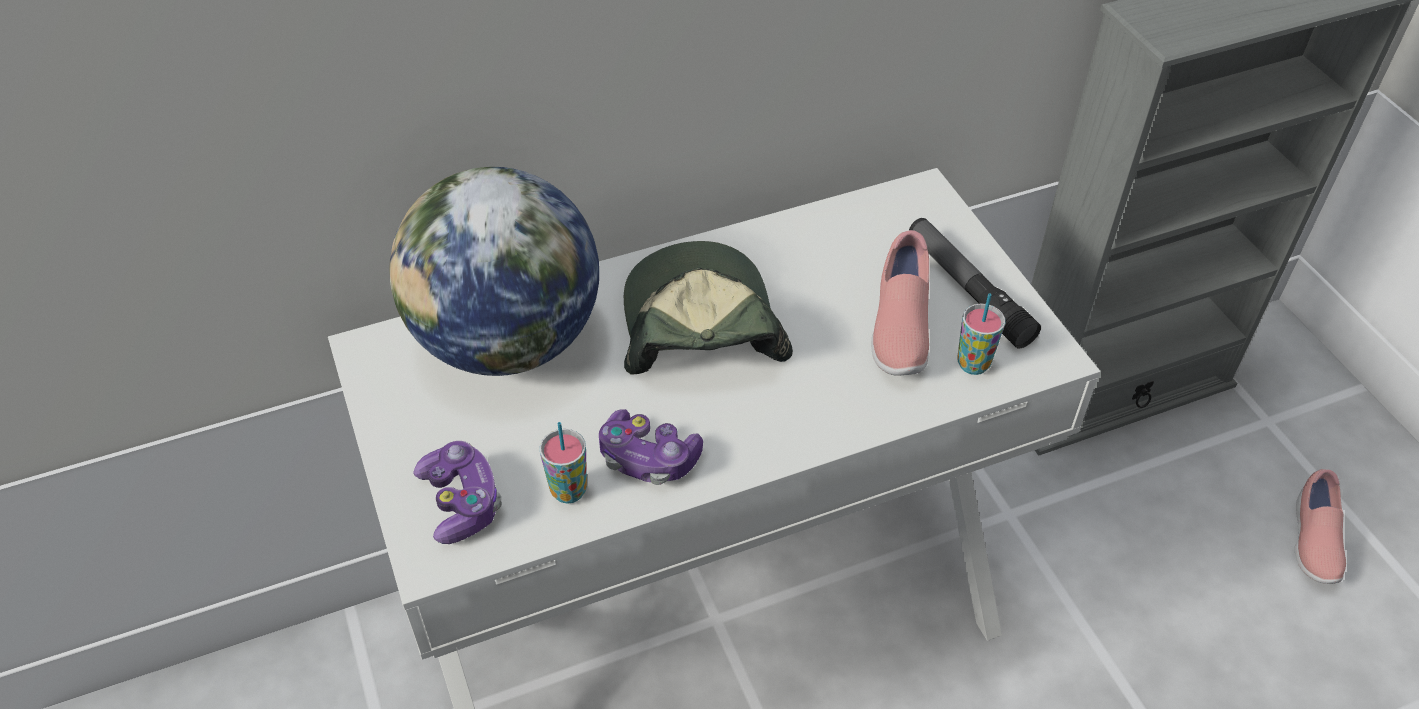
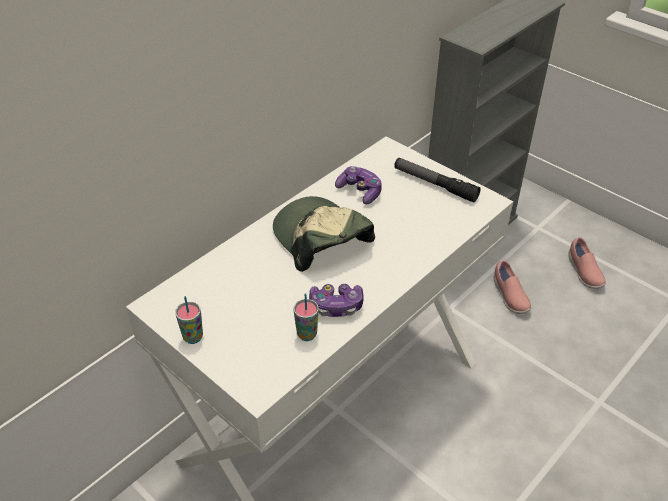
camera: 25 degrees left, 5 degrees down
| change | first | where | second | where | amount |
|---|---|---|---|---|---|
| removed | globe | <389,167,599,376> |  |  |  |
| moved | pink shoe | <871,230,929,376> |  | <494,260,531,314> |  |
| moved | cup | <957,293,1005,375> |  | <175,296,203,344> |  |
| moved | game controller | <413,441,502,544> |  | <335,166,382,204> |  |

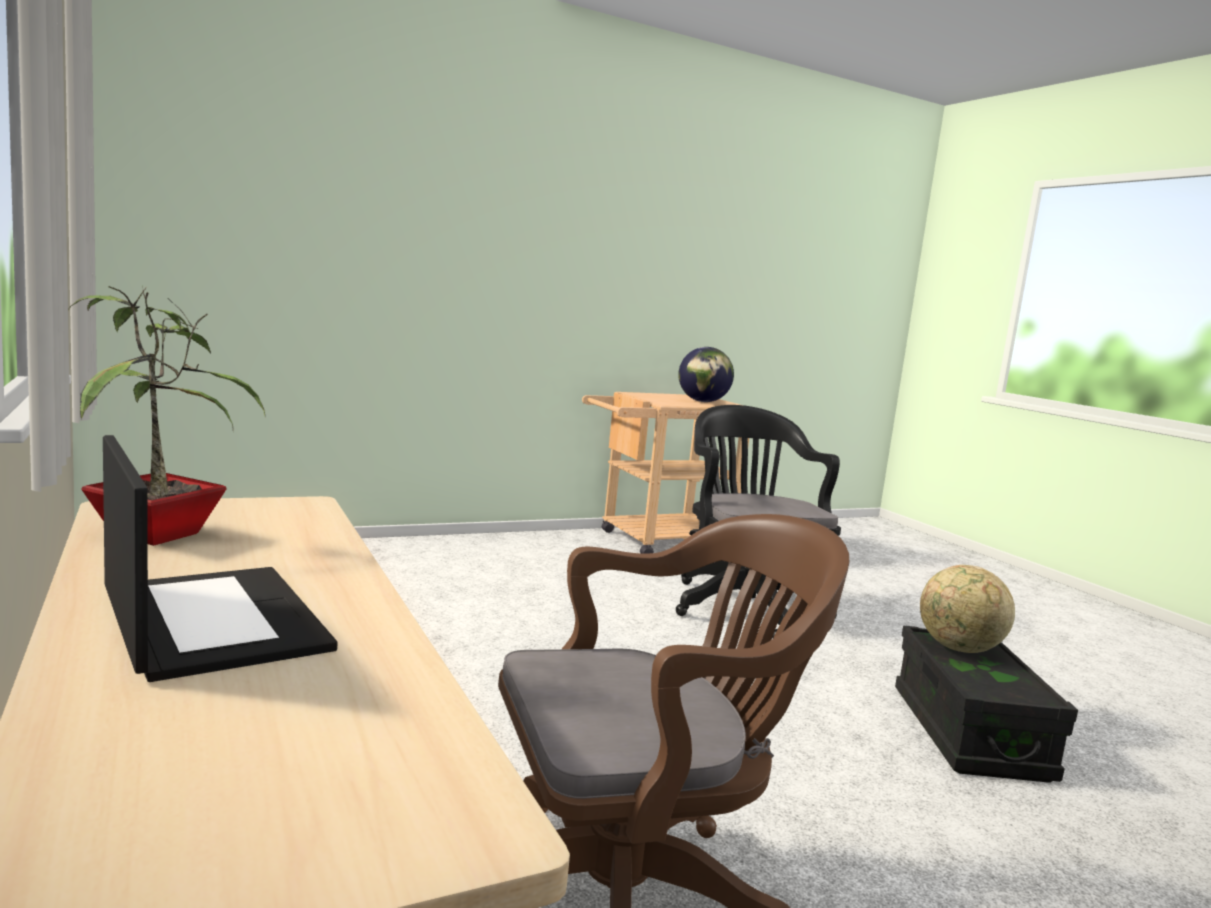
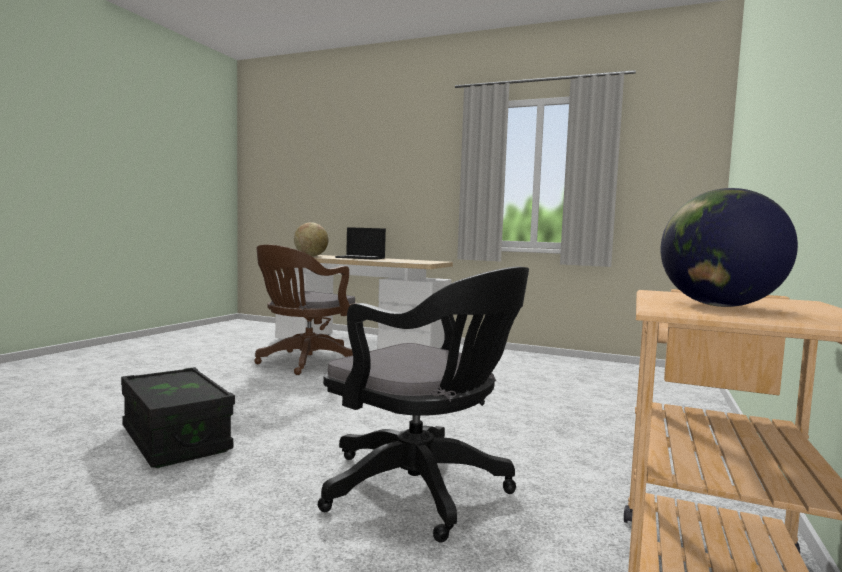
camera: 140 degrees right, 5 degrees down
| change | first | where | second | where | amount |
|---|---|---|---|---|---|
| removed | potted plant | <68,286,265,546> |  |  |  |
| moved | globe | <920,565,1015,653> |  | <294,222,328,257> |  |

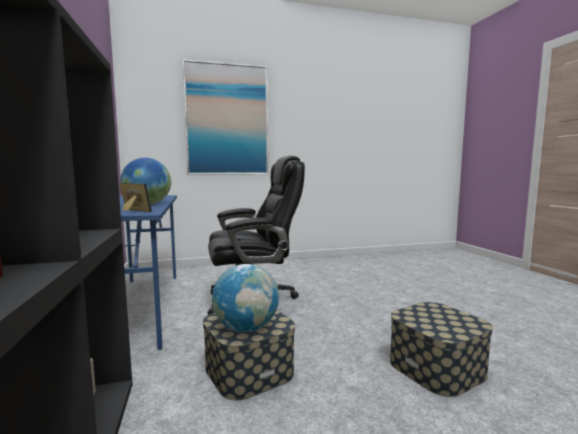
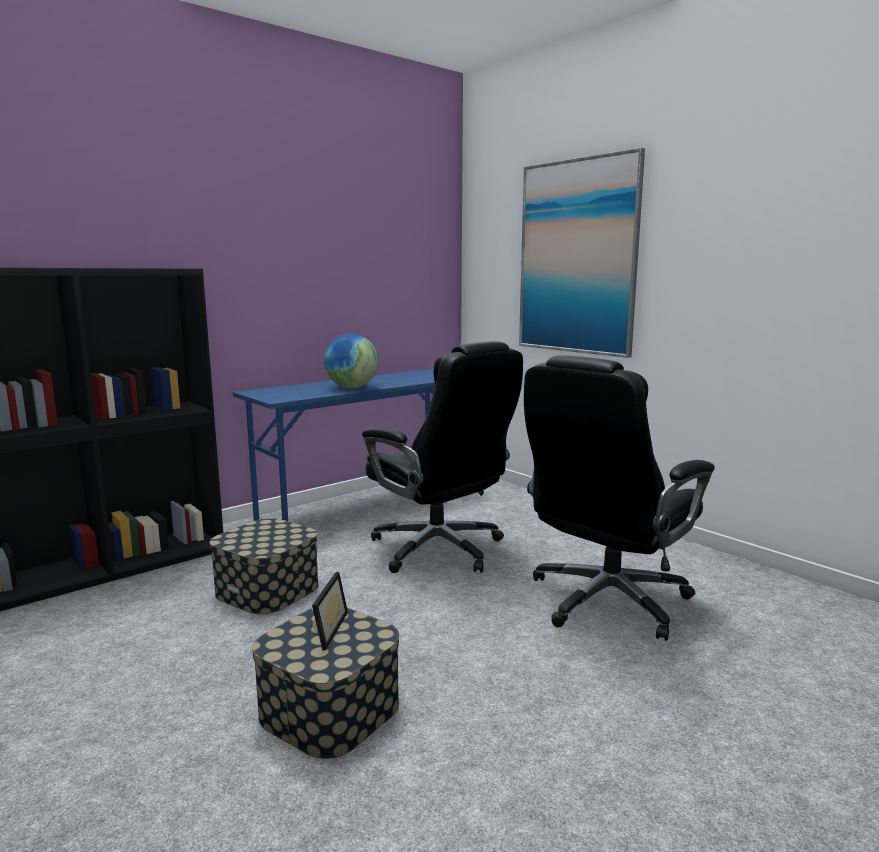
camera: 65 degrees right, 5 degrees up
| change | first | where | second | where | amount |
|---|---|---|---|---|---|
| moved | picture frame | <119,183,152,212> |  | <312,572,348,650> |  |
| removed | globe | <212,264,279,332> |  |  |  |
| added |  |  | black office chair | <524,355,715,641> |  |

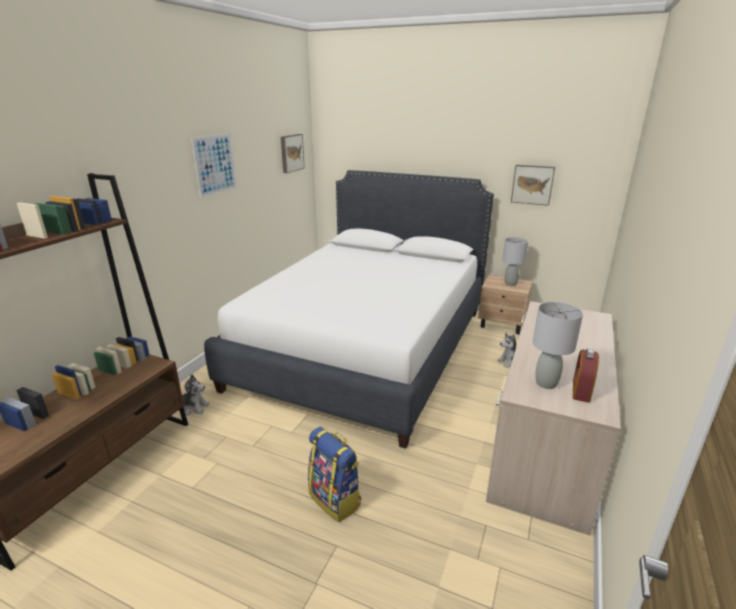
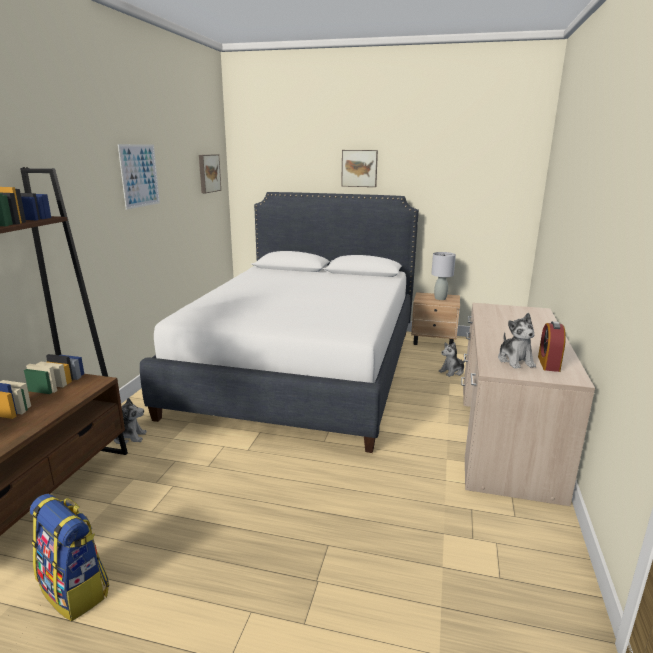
camera: 10 degrees left, 5 degrees down
| change | first | where | second | where | amount |
|---|---|---|---|---|---|
| moved | picture | <511,165,555,206> |  | <341,150,378,187> |  |
| replaced | grey table lamp | <533,302,583,389> | plush toy | <498,313,536,369> |  |
| moved | backpack | <308,427,361,522> |  | <30,493,109,621> |  |

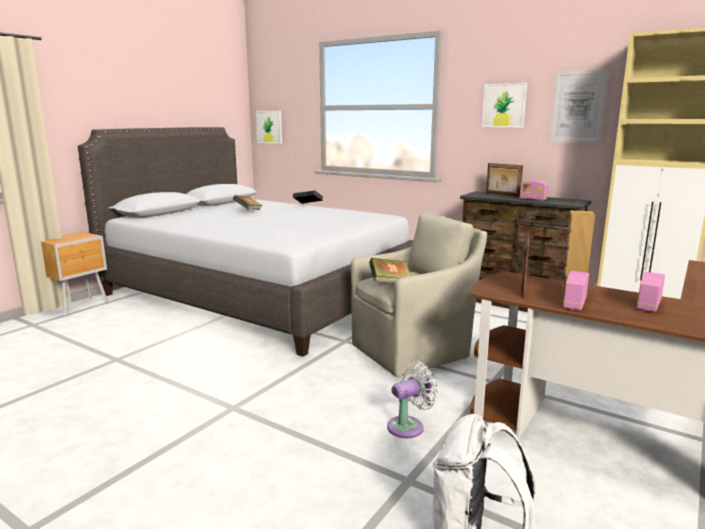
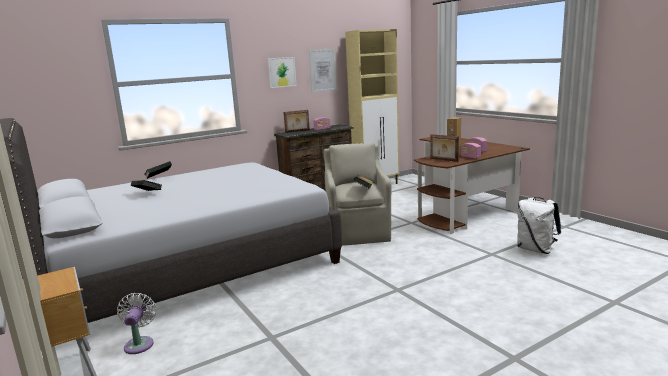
camera: 65 degrees left, 0 degrees up
| change | first | where | second | where | amount |
|---|---|---|---|---|---|
| removed | picture | <256,111,282,144> |  |  |  |
| moved | white fan | <387,361,438,438> |  | <117,293,156,354> |  |

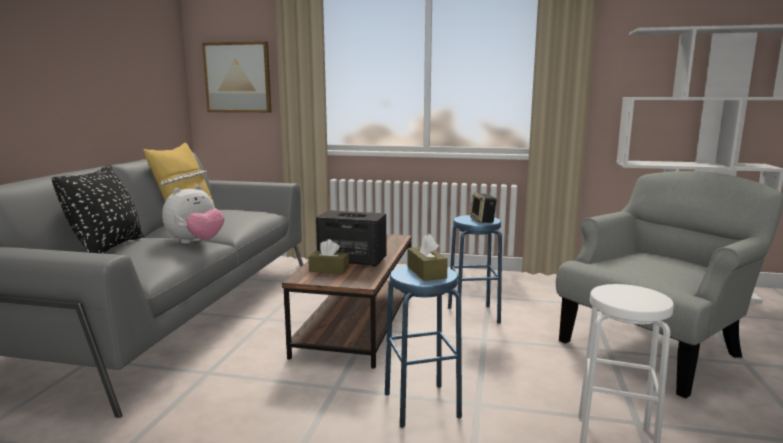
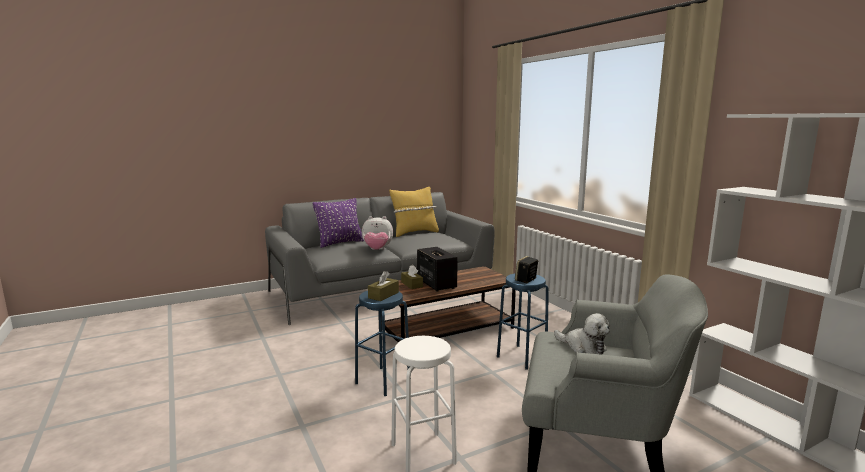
camera: 50 degrees right, 0 degrees up
| change | first | where | second | where | amount |
|---|---|---|---|---|---|
| removed | picture | <202,41,272,113> |  |  |  |
| recoloured | black pillow | <52,165,144,254> | purple pillow | <313,198,364,248> |  |
| added |  |  | plush toy | <554,313,610,355> |  |

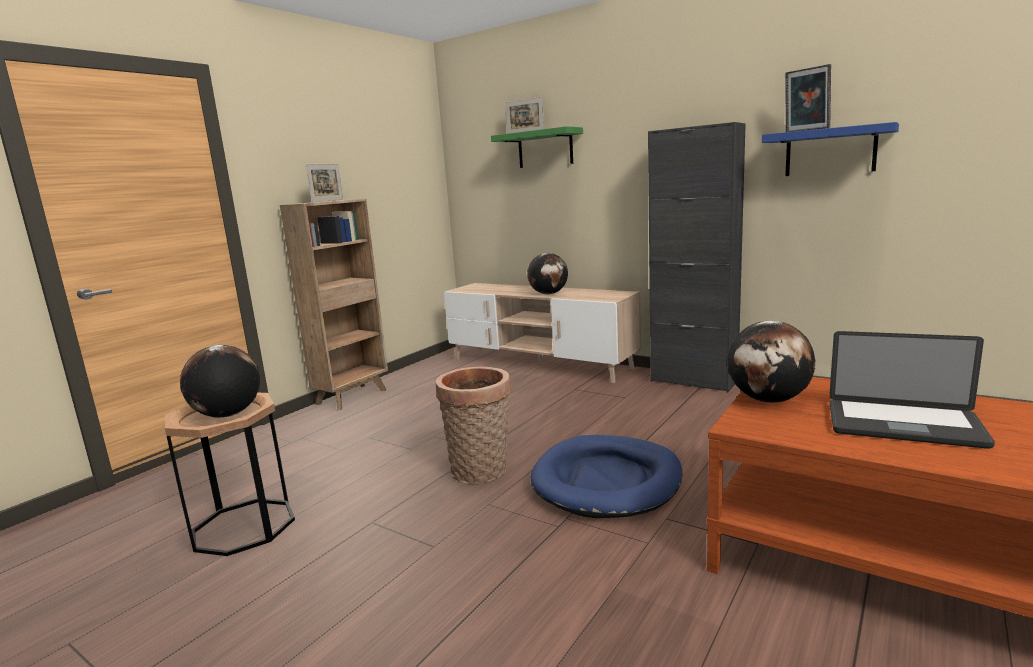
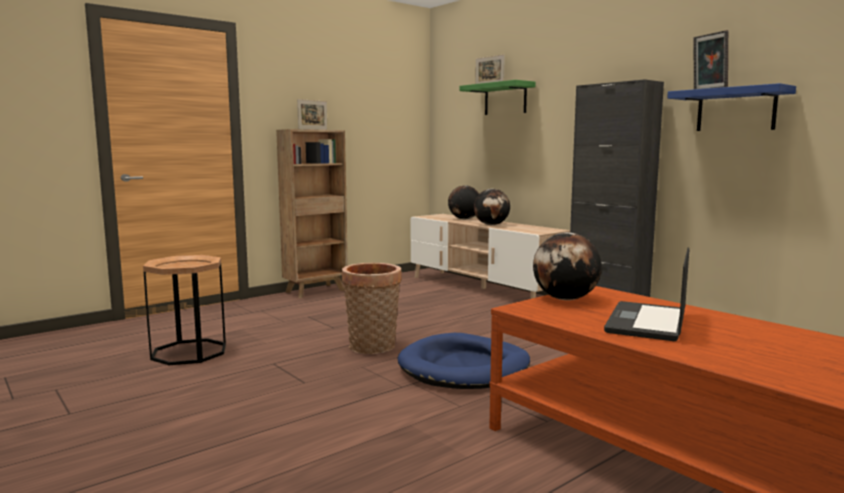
camera: 15 degrees right, 5 degrees down
| change | first | where | second | where | amount |
|---|---|---|---|---|---|
| turned | laptop | <829,331,995,449> |  | <604,247,689,341> | 75 degrees clockwise |
| moved | globe | <180,345,260,418> |  | <448,185,479,219> |  |

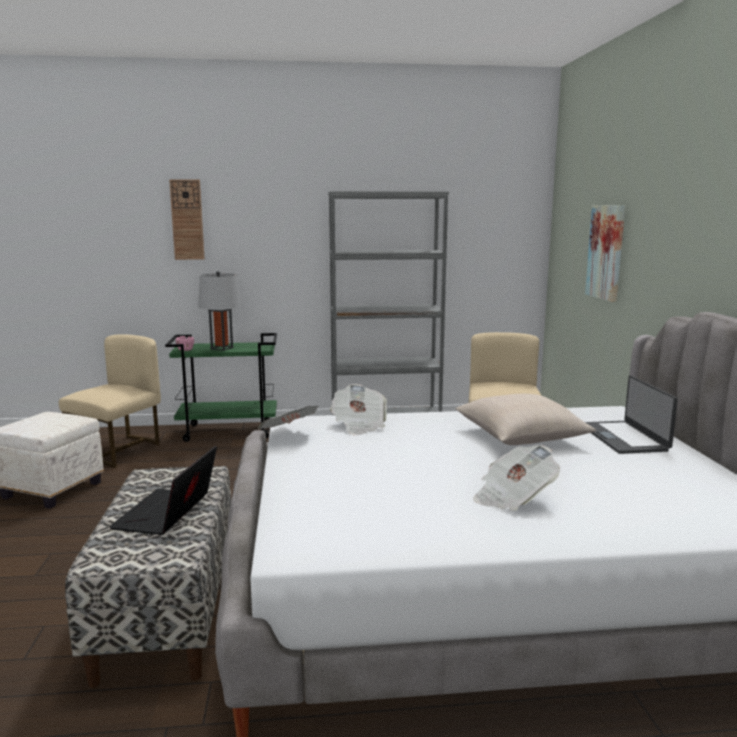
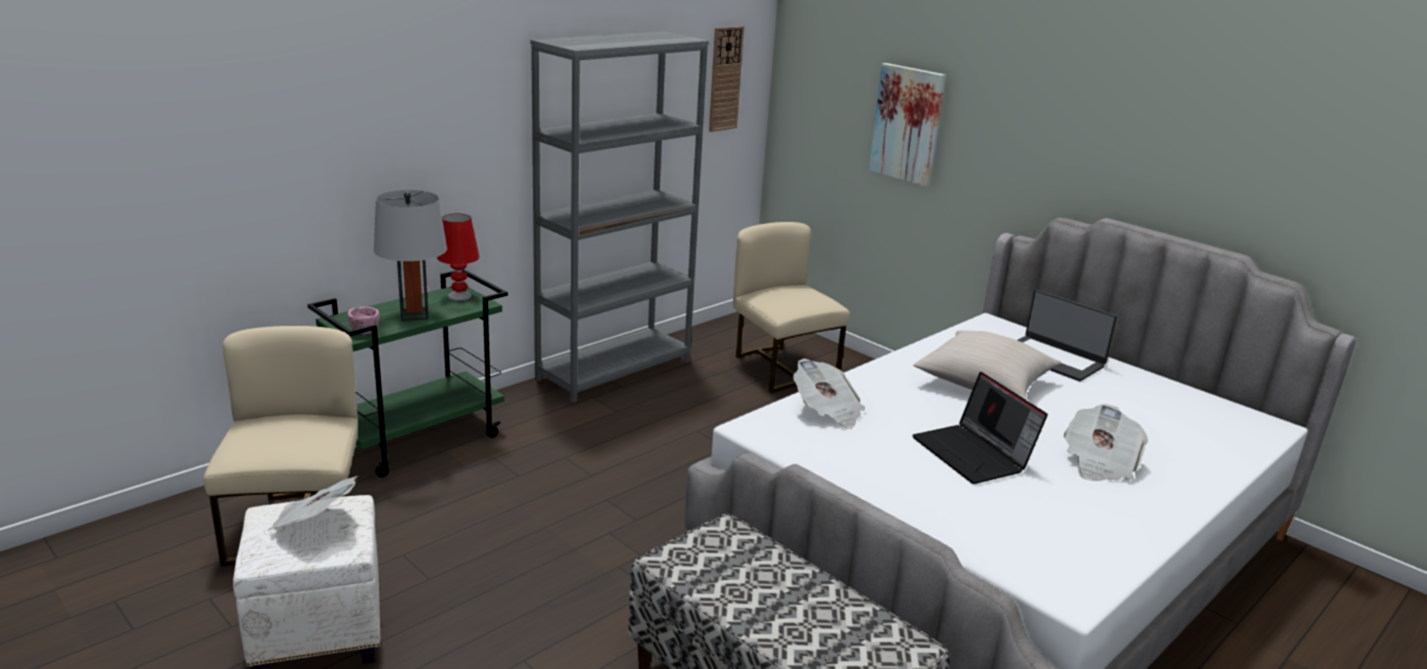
camera: 40 degrees left, 10 degrees up
| change | first | where | second | where | amount |
|---|---|---|---|---|---|
| moved | wall clock | <169,179,205,260> |  | <709,26,744,132> |  |
| moved | newspaper | <258,406,319,429> |  | <267,476,358,531> |  |
| moved | laptop | <109,445,217,535> |  | <912,372,1048,484> |  |
| added |  |  | red table lamp | <437,214,480,301> |  |

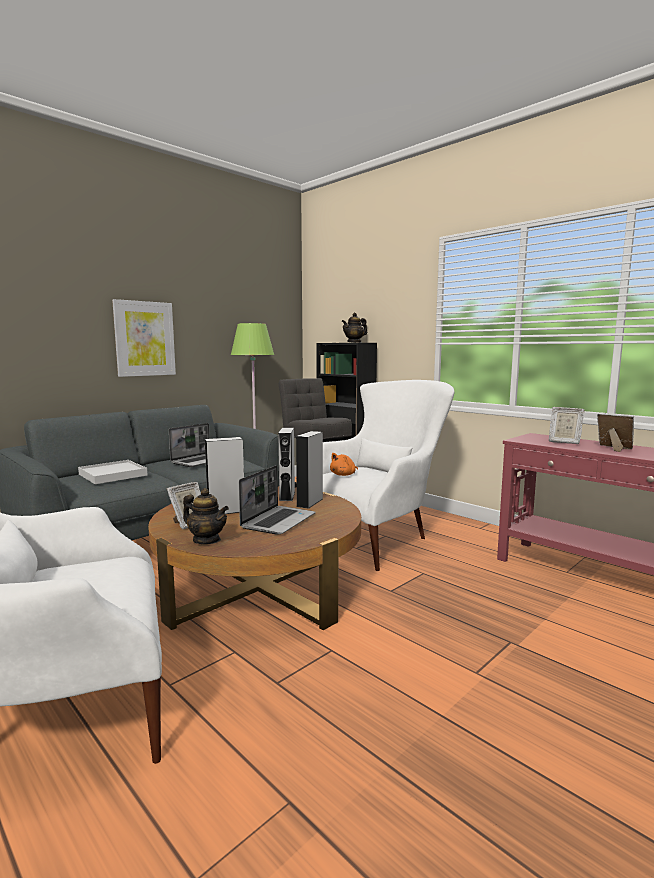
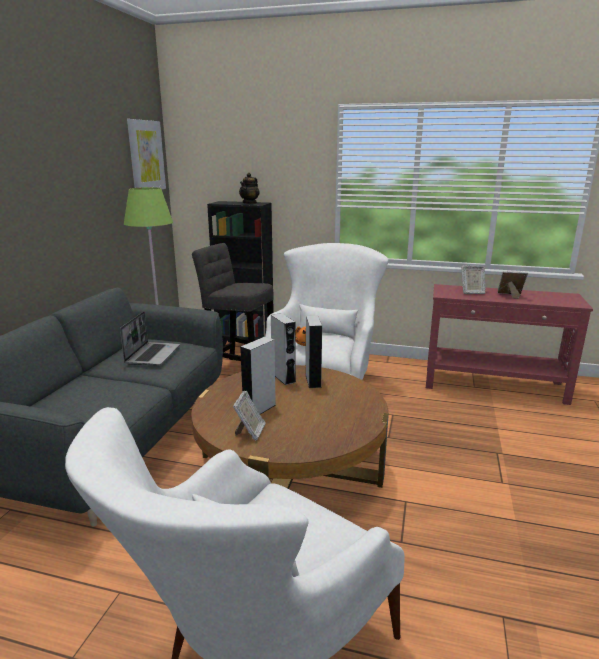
camera: 30 degrees left, 10 degrees up
| change | first | where | second | where | amount |
|---|---|---|---|---|---|
| moved | picture | <112,299,176,377> |  | <127,119,166,189> |  |
| removed | white tray | <78,460,148,484> |  |  |  |
| removed | laptop | <239,465,316,535> |  |  |  |
| removed | teapot | <183,488,229,544> |  |  |  |

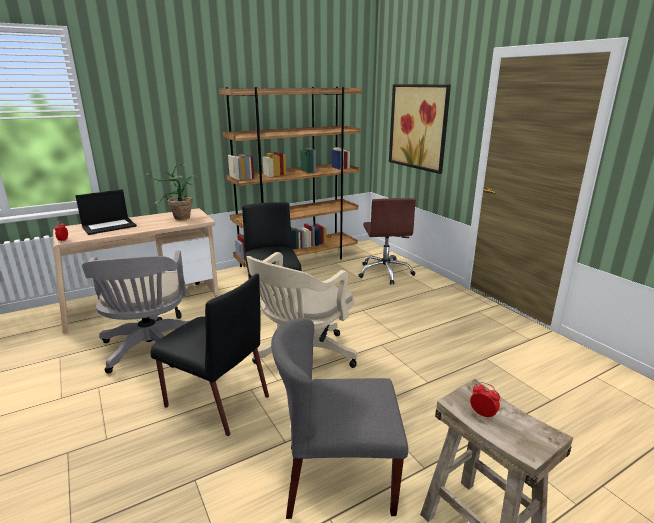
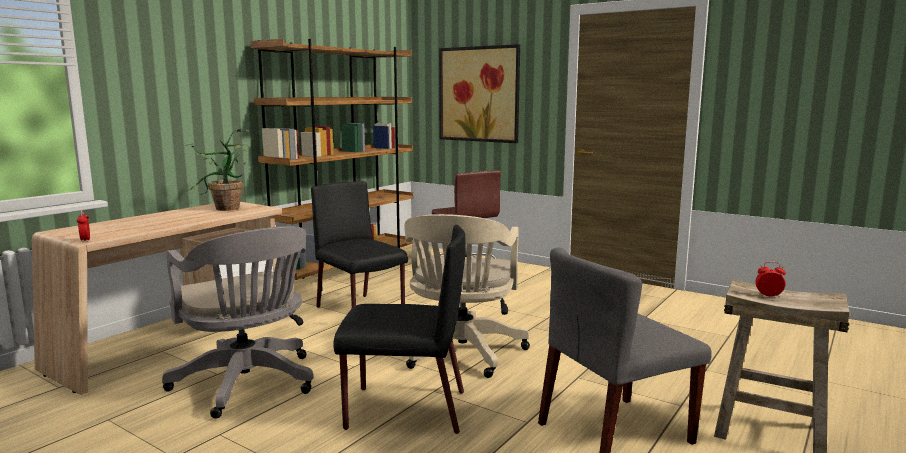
camera: 25 degrees left, 10 degrees down
| change | first | where | second | where | amount |
|---|---|---|---|---|---|
| removed | laptop | <75,189,137,235> |  |  |  |

